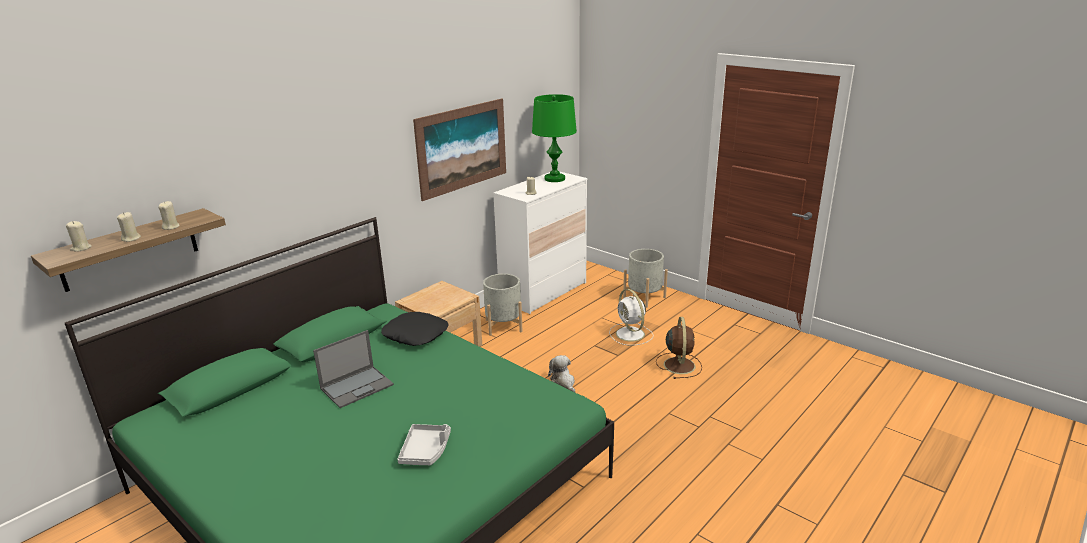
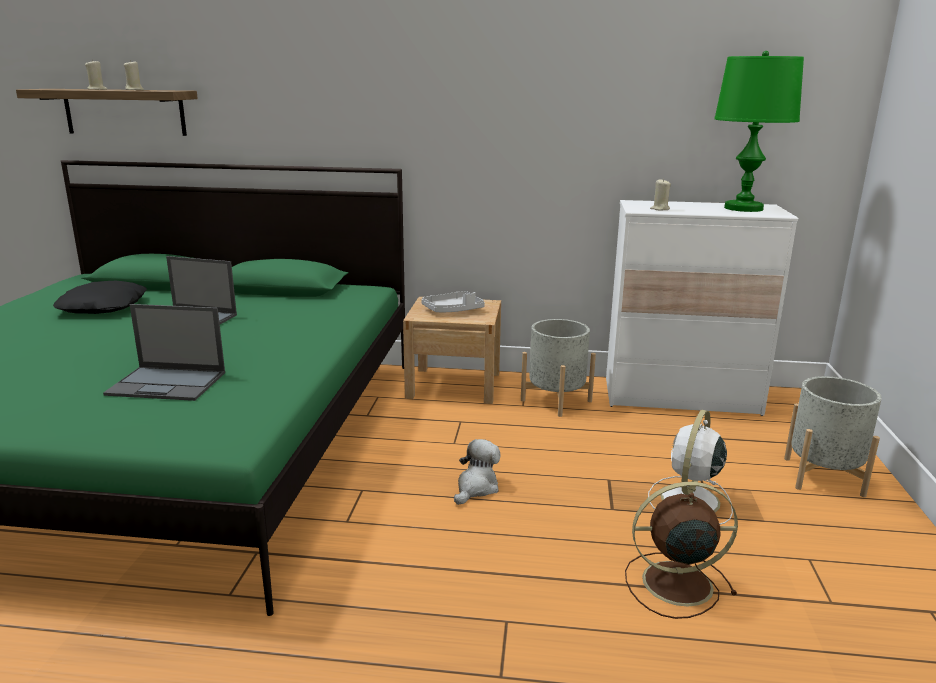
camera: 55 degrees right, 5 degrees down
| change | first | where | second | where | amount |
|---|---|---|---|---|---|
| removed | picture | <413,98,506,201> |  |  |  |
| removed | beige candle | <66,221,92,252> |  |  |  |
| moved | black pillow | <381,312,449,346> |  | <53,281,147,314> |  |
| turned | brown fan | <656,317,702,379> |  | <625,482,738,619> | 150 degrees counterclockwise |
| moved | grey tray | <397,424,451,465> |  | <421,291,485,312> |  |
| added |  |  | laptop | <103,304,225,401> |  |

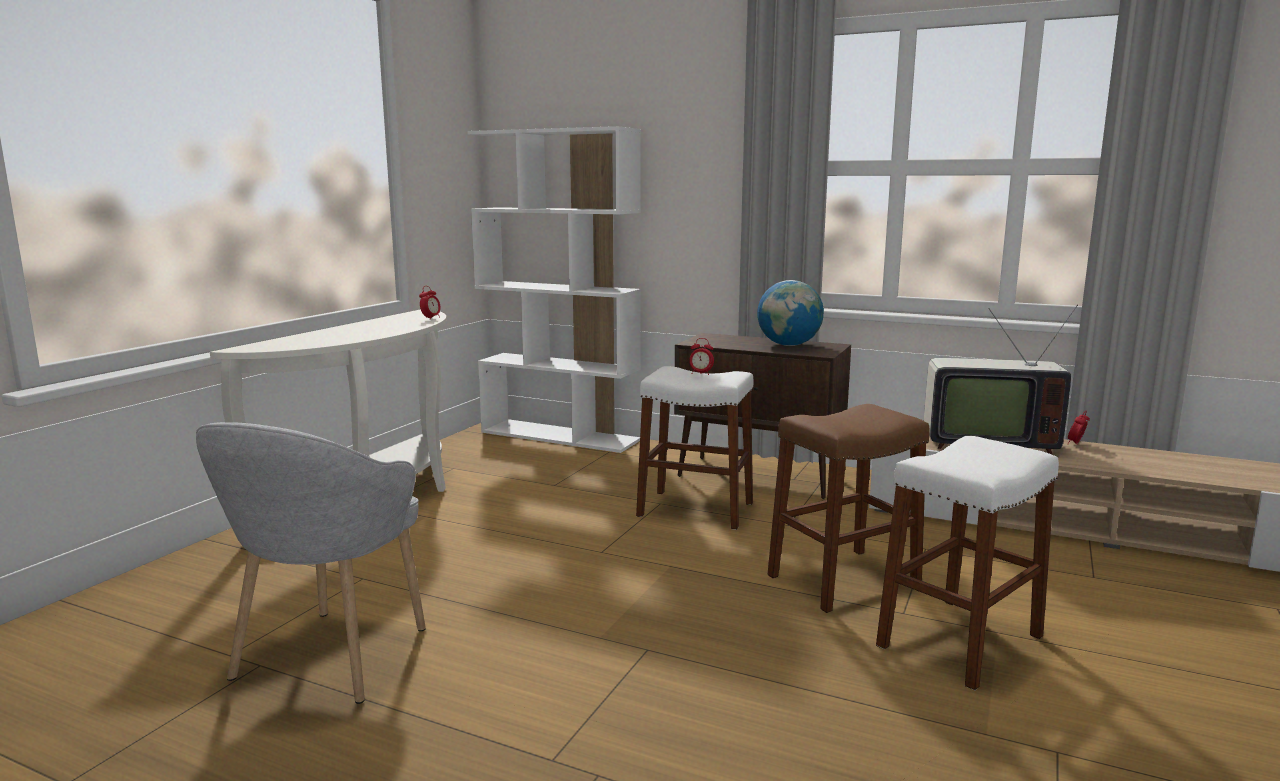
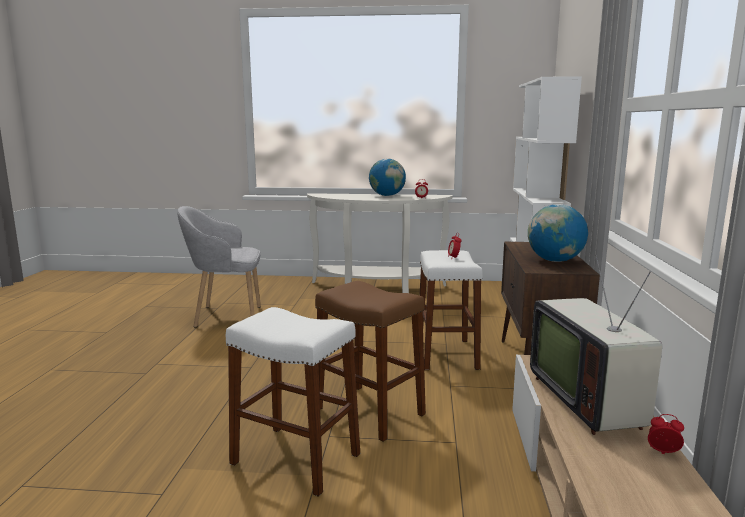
camera: 70 degrees right, 0 degrees up
| change | first | where | second | where | amount |
|---|---|---|---|---|---|
| added |  |  | globe | <369,159,406,196> |  |

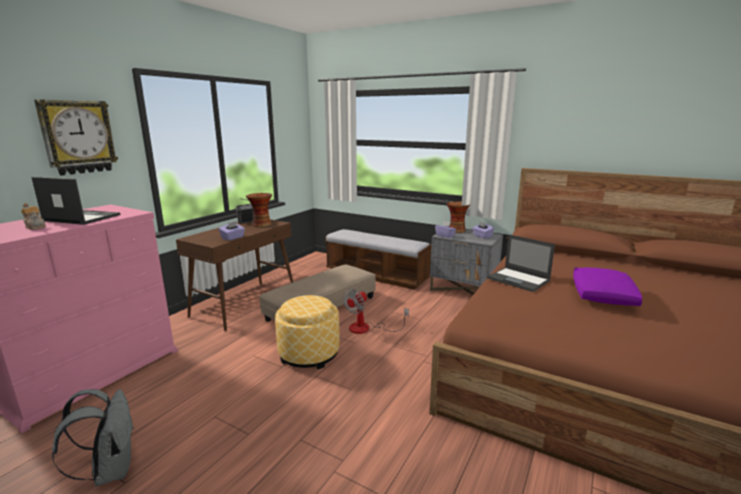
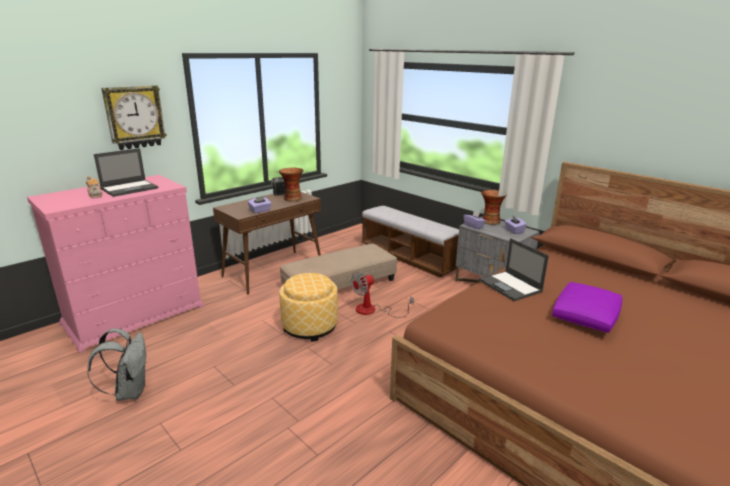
camera: 15 degrees right, 5 degrees up
| change | first | where | second | where | amount |
|---|---|---|---|---|---|
| turned | laptop | <31,177,120,225> |  | <94,148,158,197> | 105 degrees clockwise |

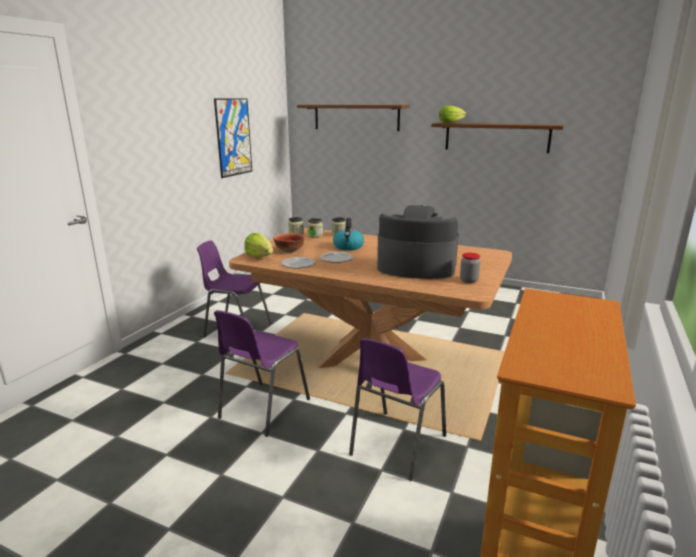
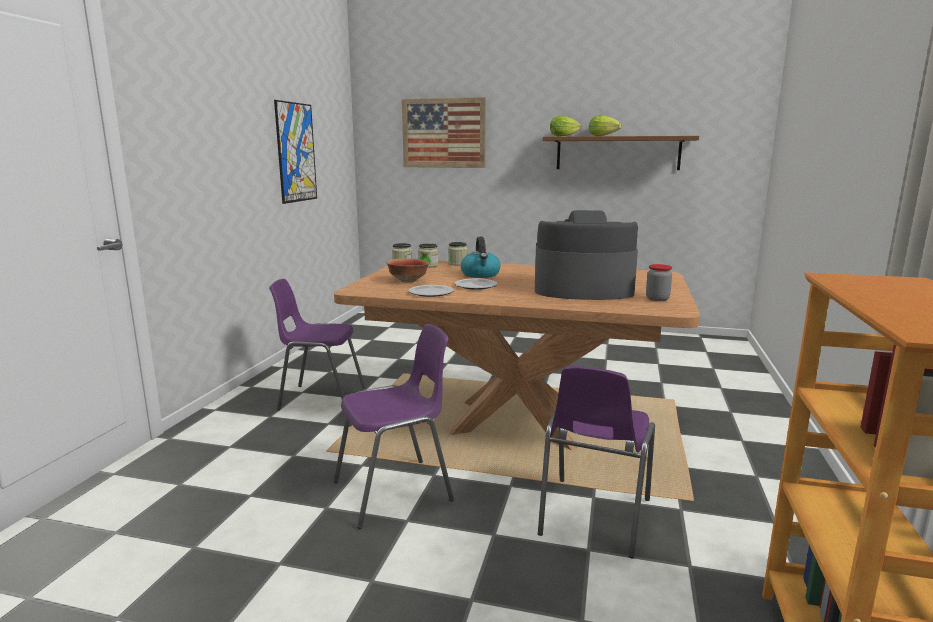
camera: 10 degrees left, 5 degrees down
| change | first | where | second | where | amount |
|---|---|---|---|---|---|
| replaced | brown shelf | <297,105,409,131> | picture | <402,97,486,168> |  |
| moved | lettuce | <244,233,273,258> |  | <589,115,621,136> |  |
| turned | purple chair | <214,310,310,437> |  | <334,324,454,529> | 135 degrees counterclockwise |

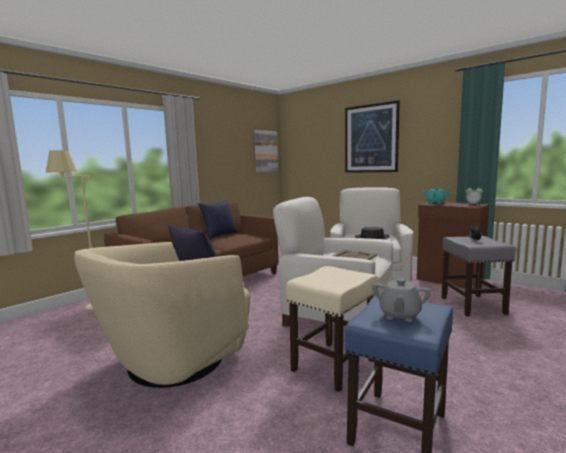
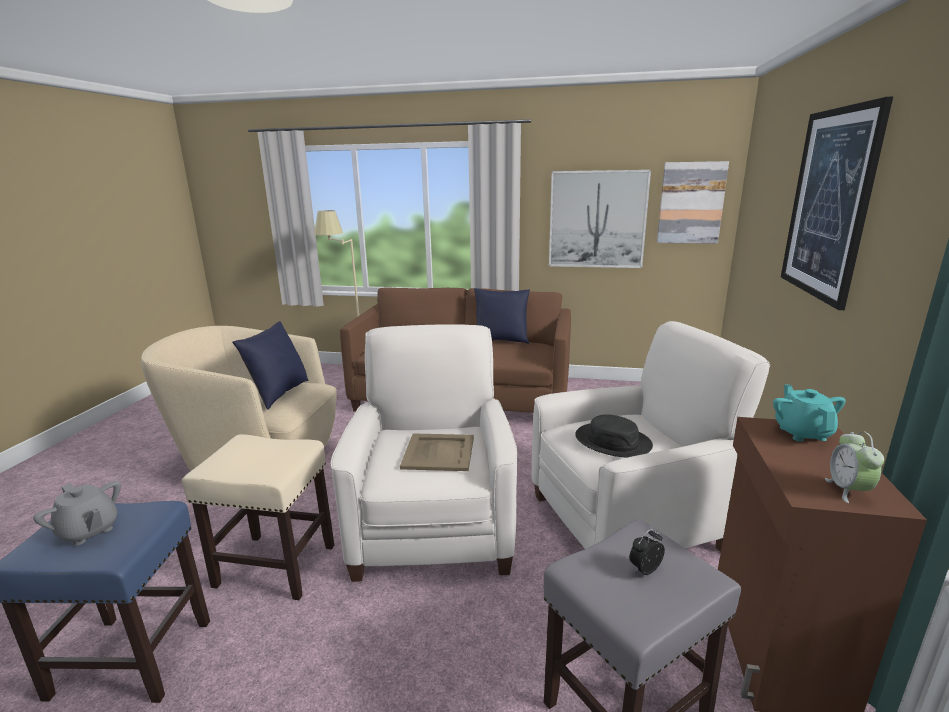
camera: 60 degrees right, 10 degrees up
| change | first | where | second | where | amount |
|---|---|---|---|---|---|
| turned | grey teapot | <372,277,431,322> |  | <33,481,121,546> | 135 degrees counterclockwise |
| added |  |  | picture | <549,170,651,268> |  |

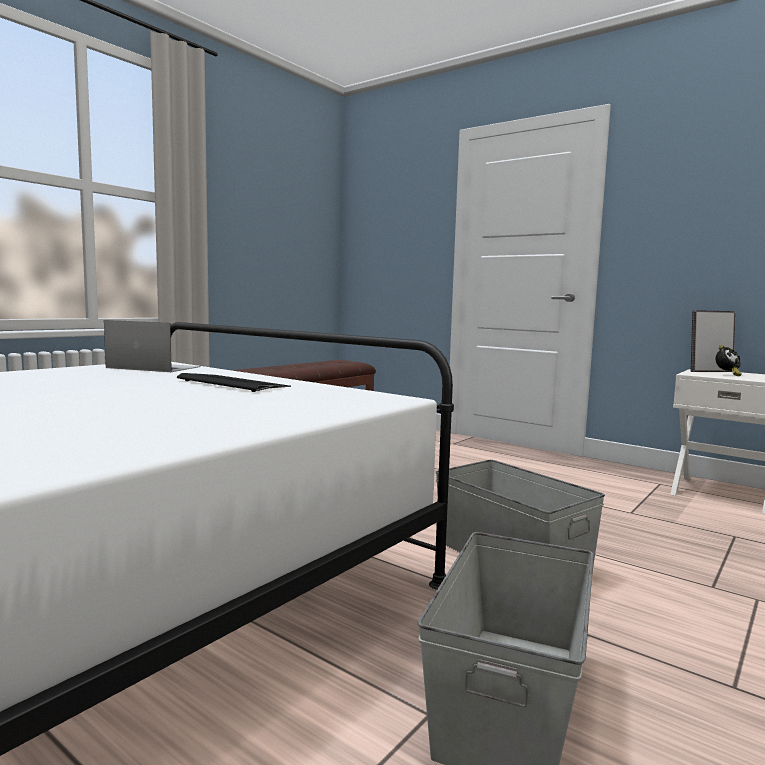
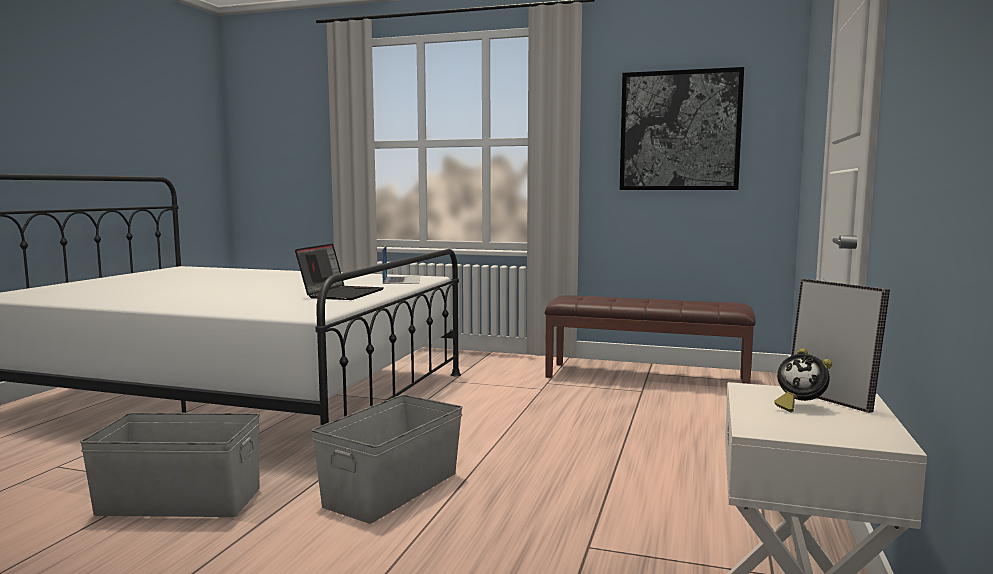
camera: 70 degrees right, 0 degrees up
| change | first | where | second | where | amount |
|---|---|---|---|---|---|
| replaced | keyboard | <177,373,290,392> | laptop | <295,244,384,300> |  |
| added |  |  | picture | <620,67,744,190> |  |

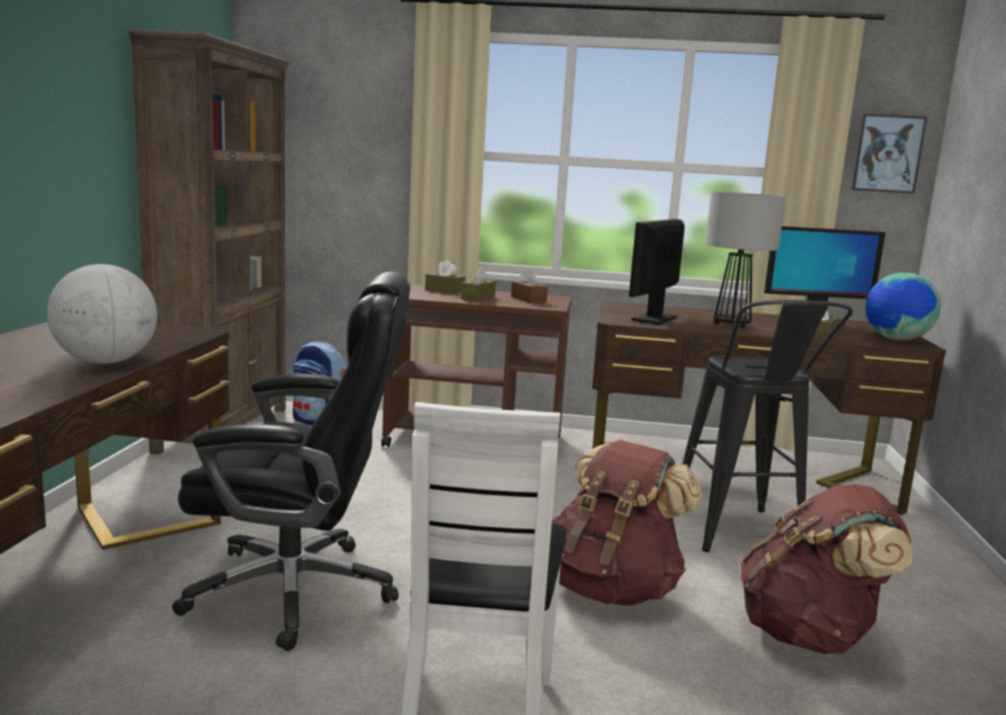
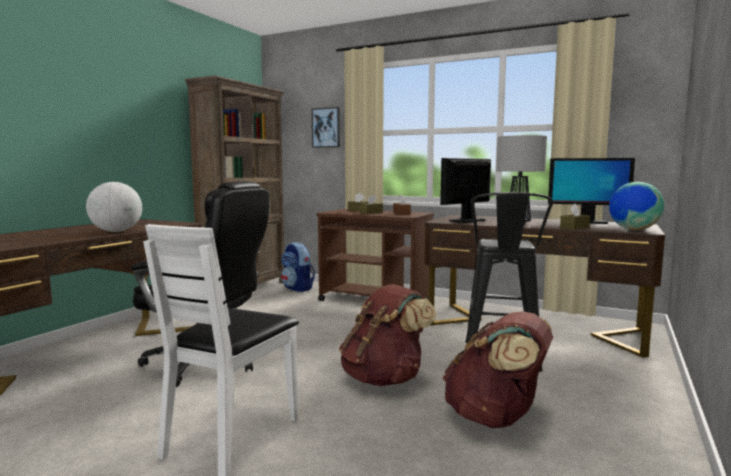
camera: 20 degrees right, 5 degrees down
| change | first | where | second | where | amount |
|---|---|---|---|---|---|
| moved | picture | <851,114,927,194> |  | <312,107,340,148> |  |

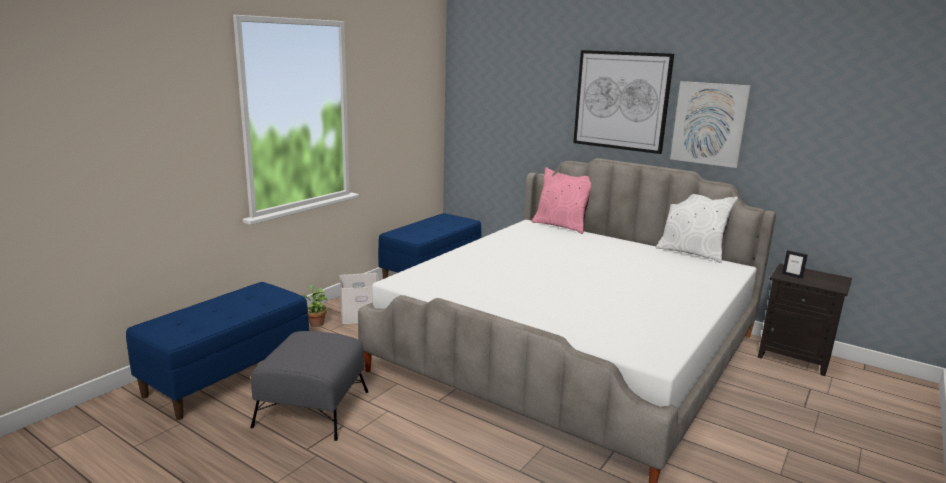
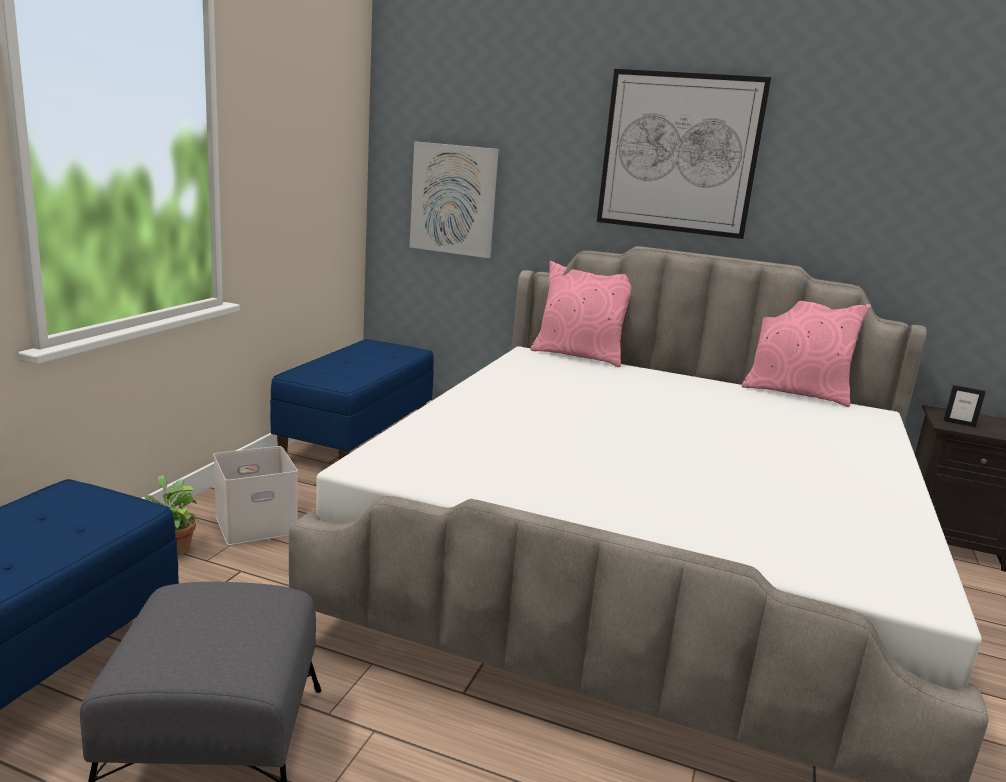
camera: 15 degrees left, 0 degrees up
| change | first | where | second | where | amount |
|---|---|---|---|---|---|
| moved | picture | <670,81,751,168> |  | <410,141,499,258> |  |
| recoloured | white pillow | <656,194,738,263> | pink pillow | <742,301,871,407> |  |

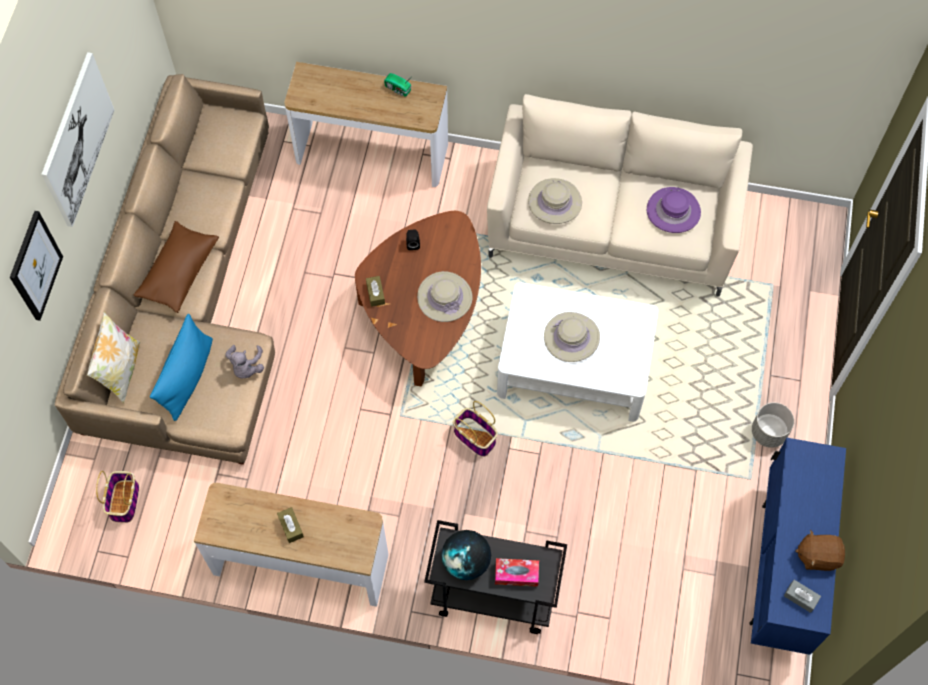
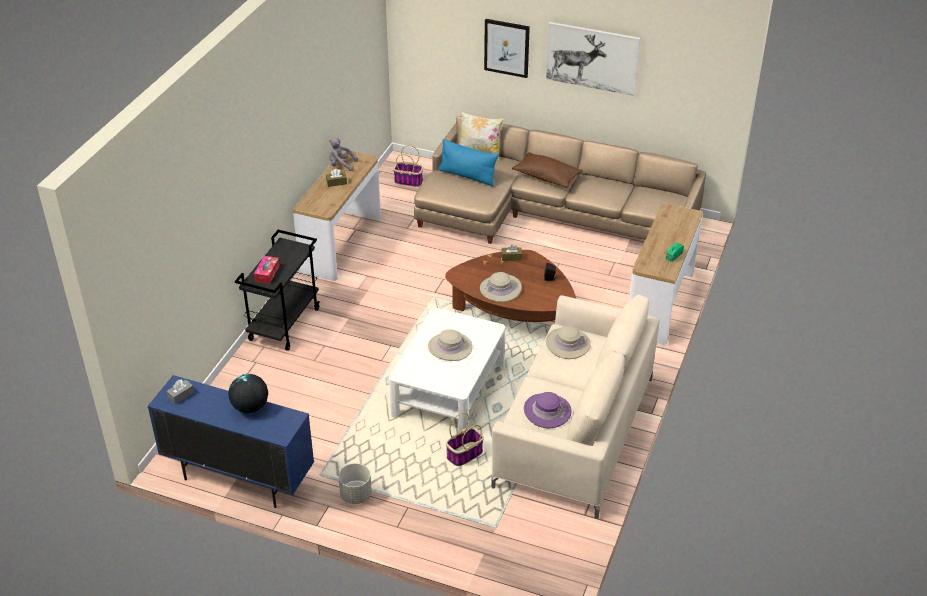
camera: 100 degrees right, 25 degrees down
| change | first | where | second | where | amount |
|---|---|---|---|---|---|
| moved | grey plush toy | <225,345,264,379> |  | <329,138,358,171> |  |
| moved | basket | <453,401,498,457> |  | <446,413,484,466> |  |
| moved | globe | <441,530,491,580> |  | <228,374,268,413> |  |
| removed | brown plush toy | <795,530,845,571> |  |  |  |

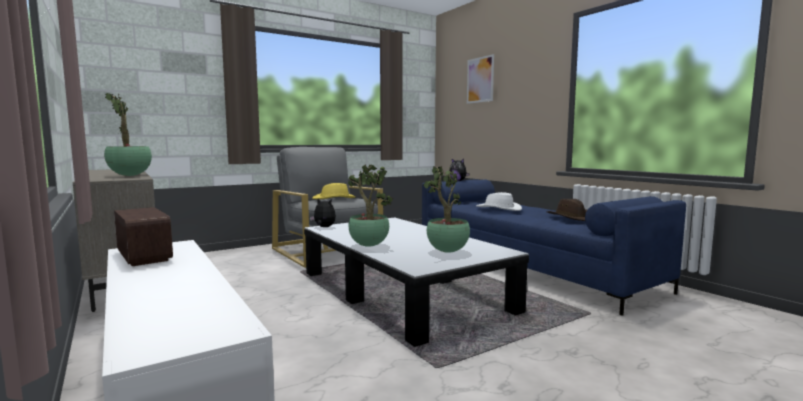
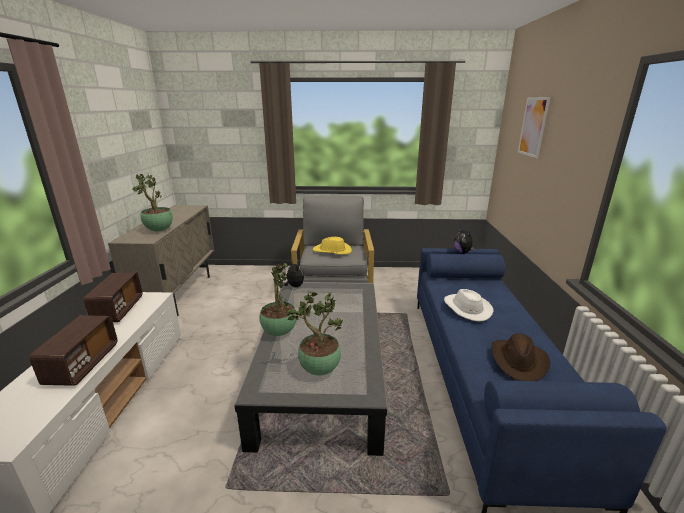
camera: 35 degrees right, 15 degrees up
| change | first | where | second | where | amount |
|---|---|---|---|---|---|
| added |  |  | radio | <29,315,118,386> |  |

